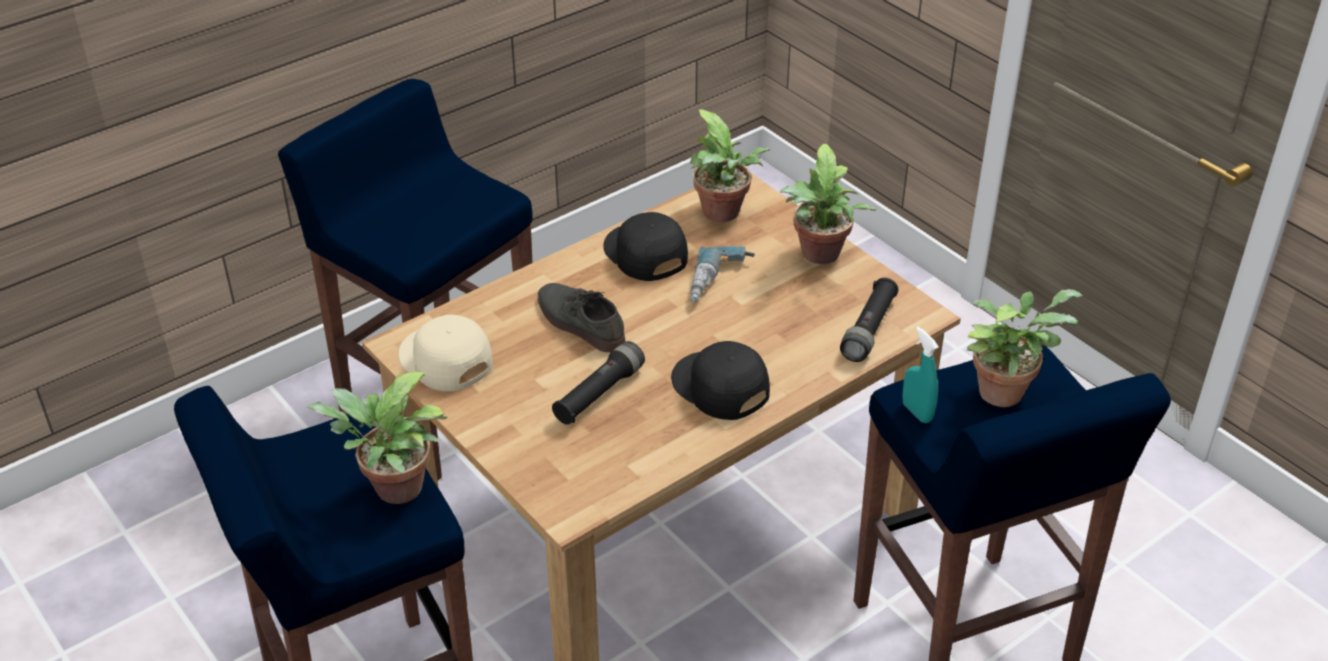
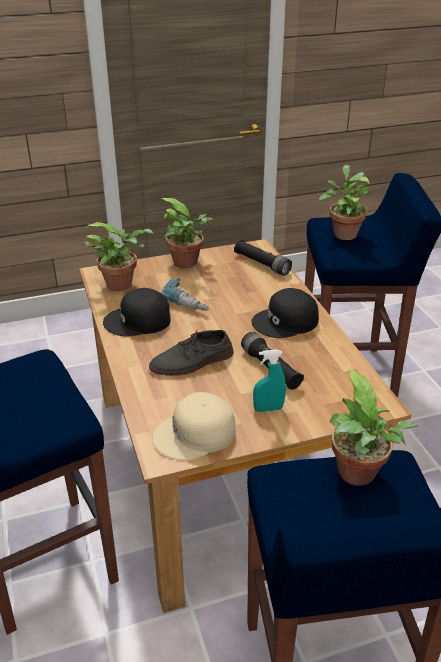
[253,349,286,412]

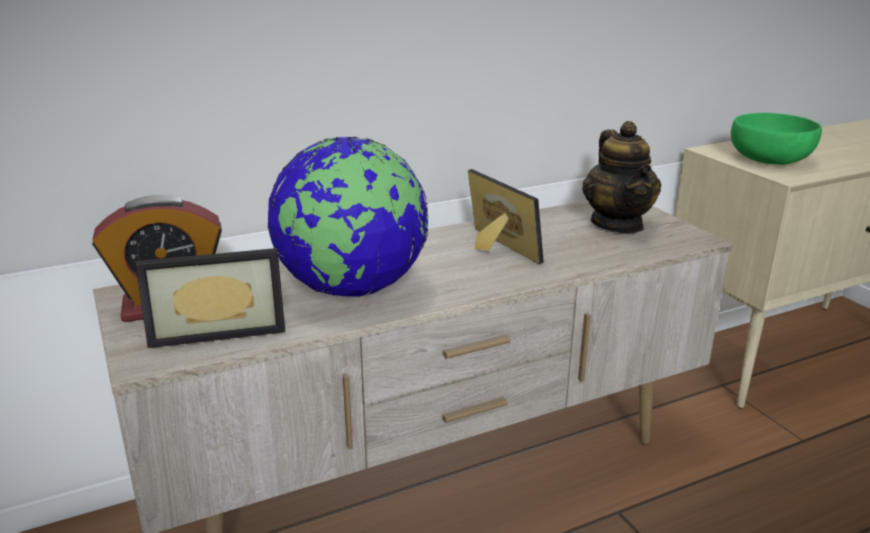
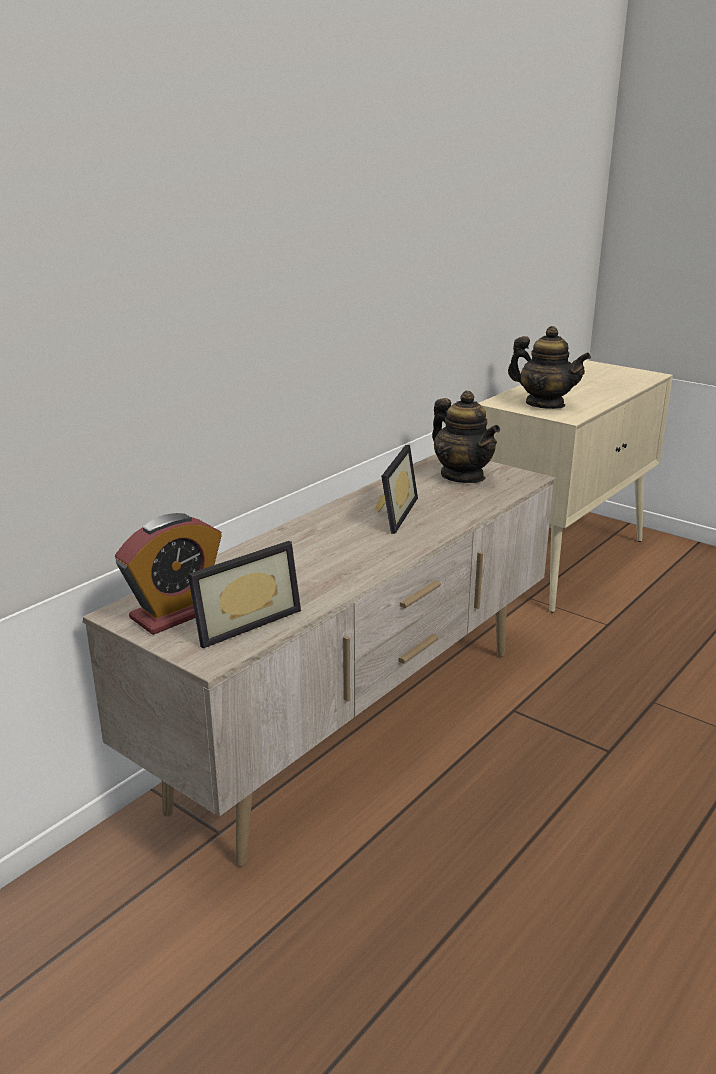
[268,137,428,297] (first image)
[508,326,591,409]
[375,445,418,534]

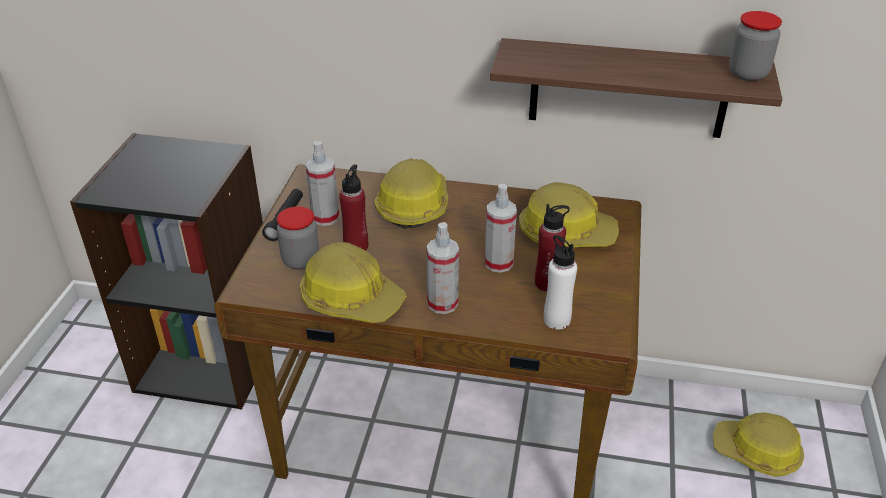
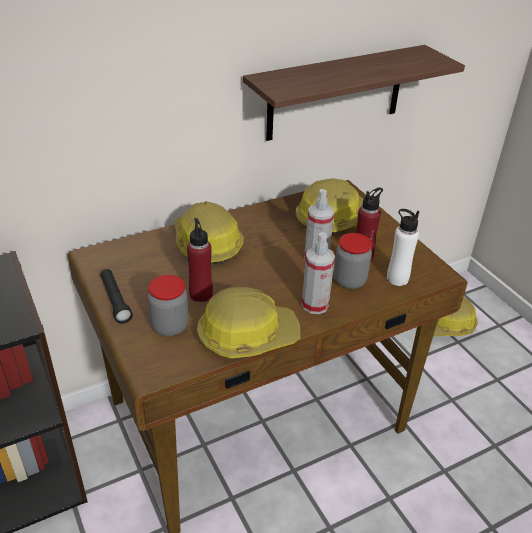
[306,141,339,226] (first image)
[334,233,372,289]

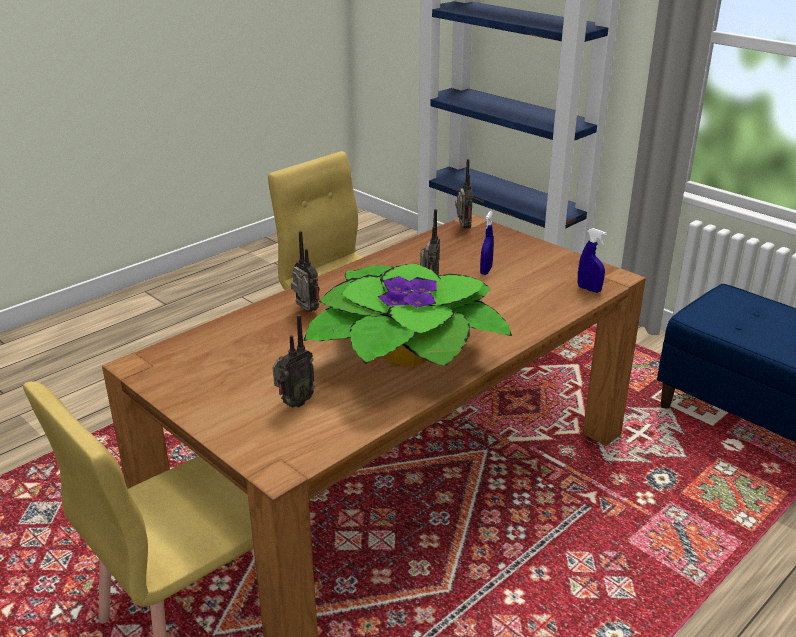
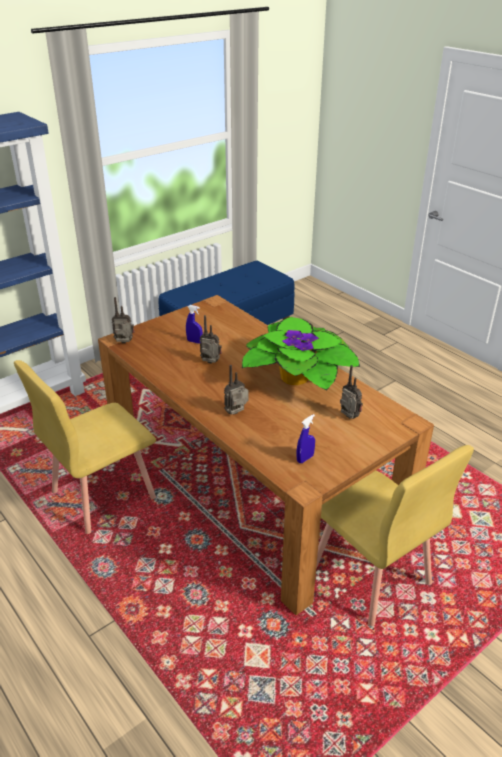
[297,414,315,463]

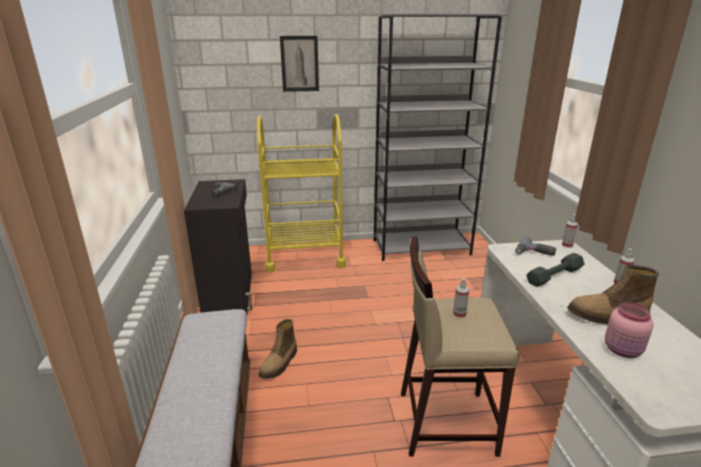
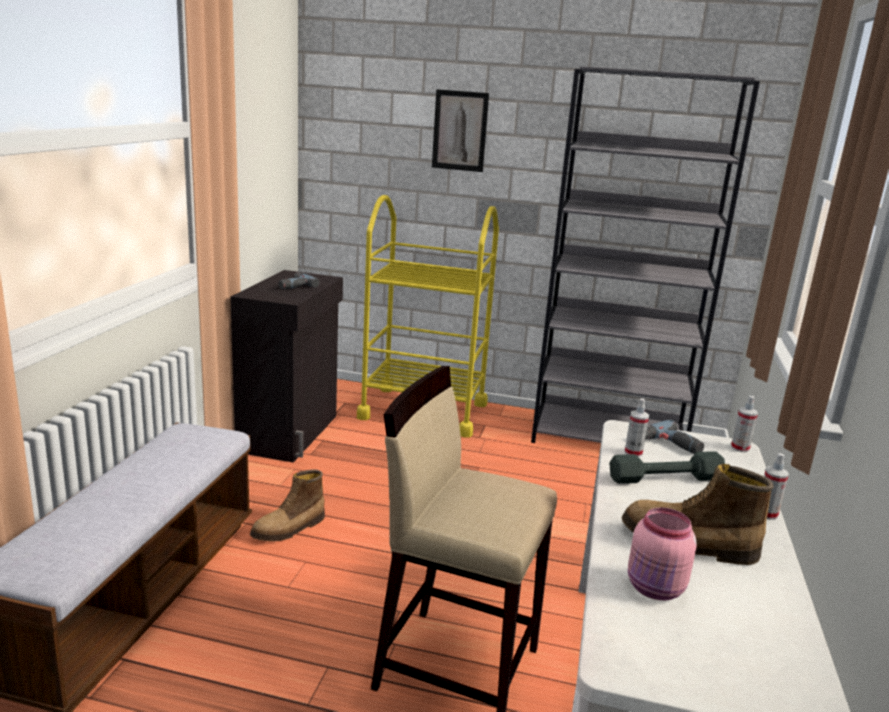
[624,398,649,457]

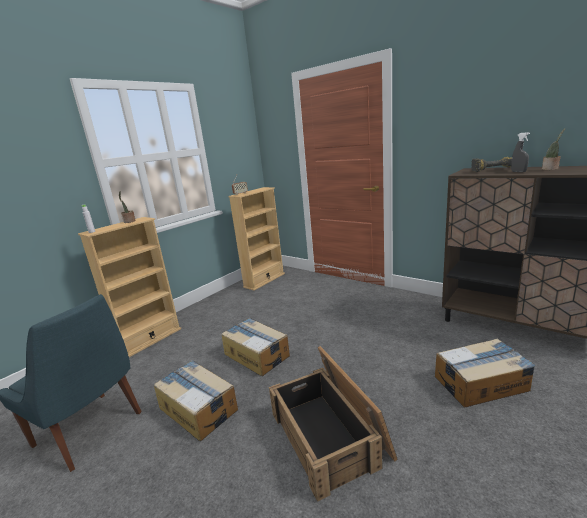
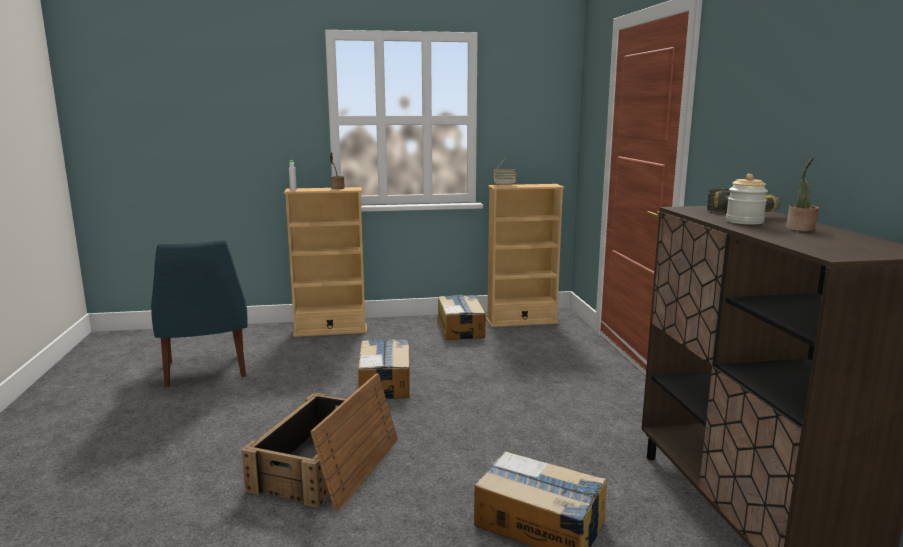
[438,295,486,340]
[726,174,768,225]

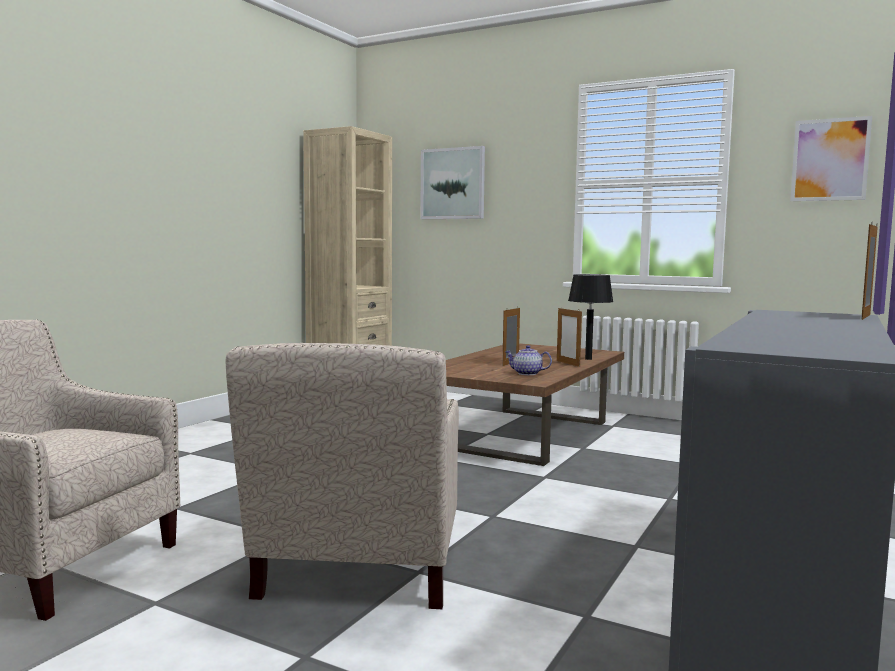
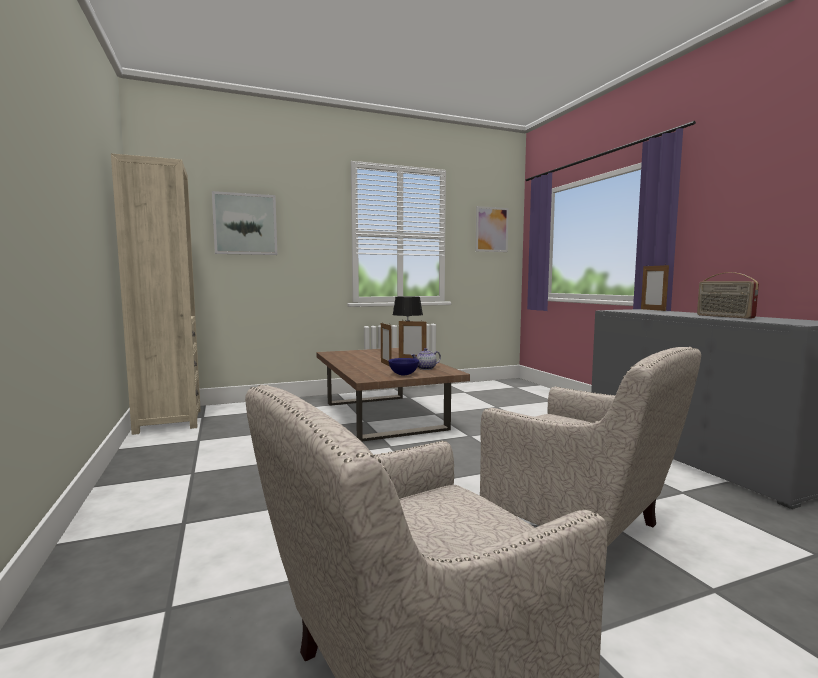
[389,358,419,375]
[697,272,759,319]

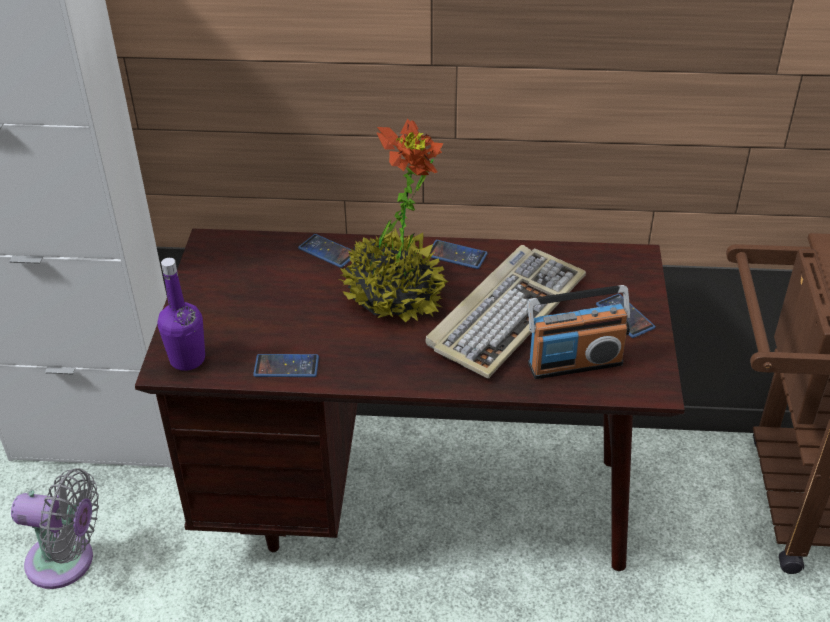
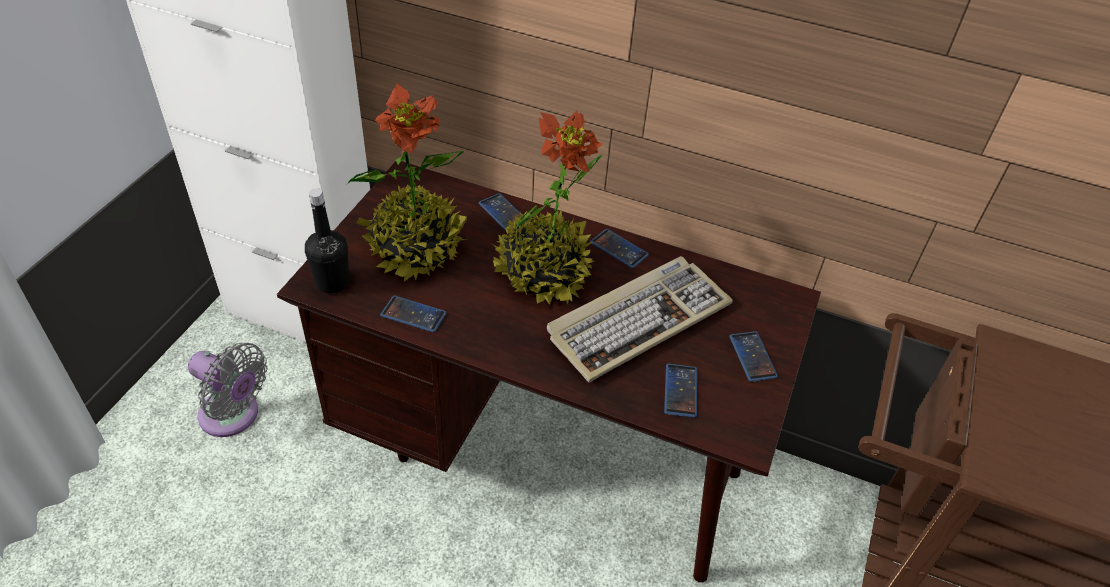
[347,83,468,282]
[664,364,697,418]
[305,188,349,293]

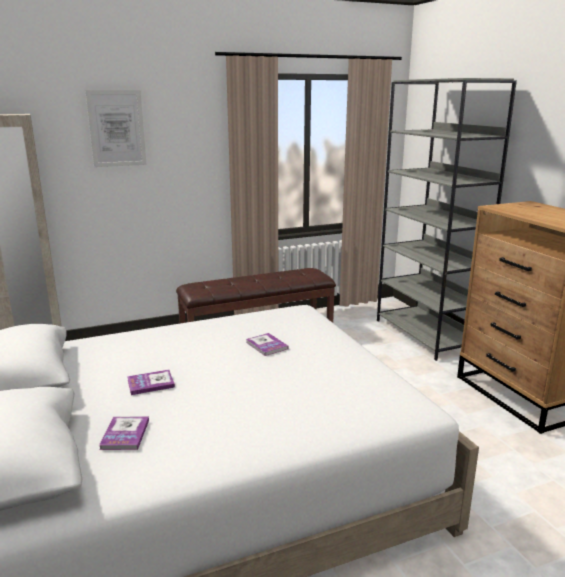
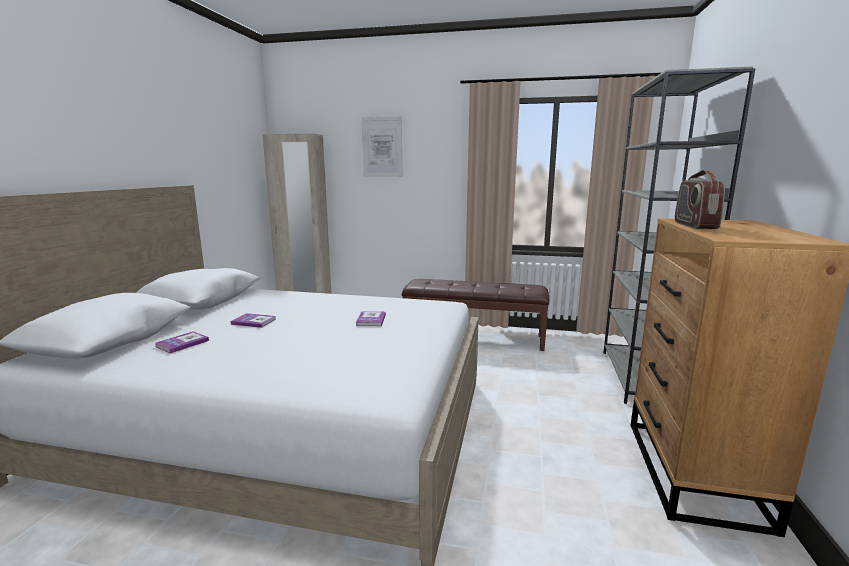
[675,170,725,229]

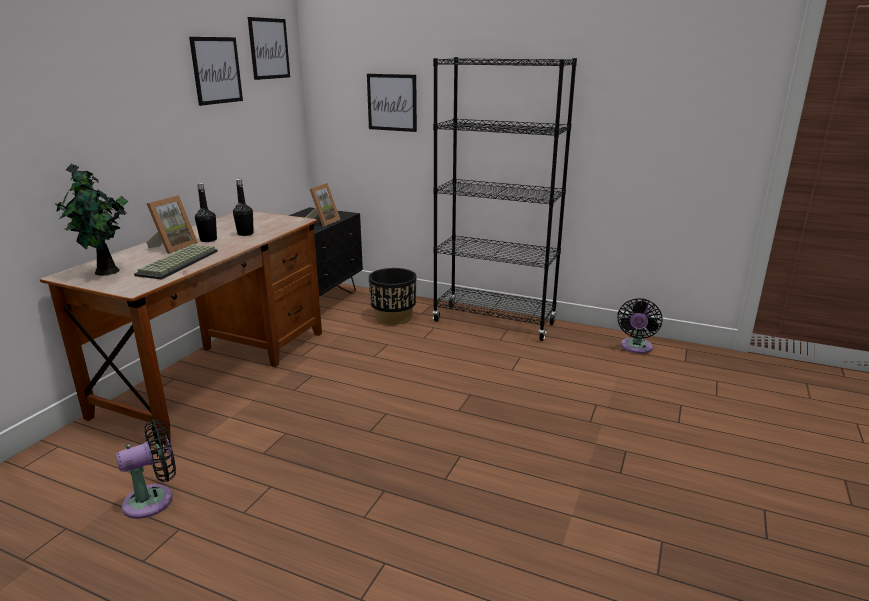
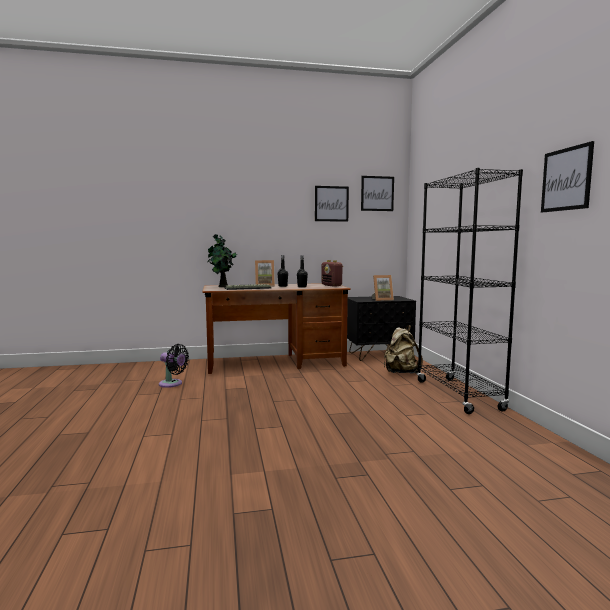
[617,298,663,353] (first image)
[321,260,344,287]
[541,141,594,212]
[384,325,423,374]

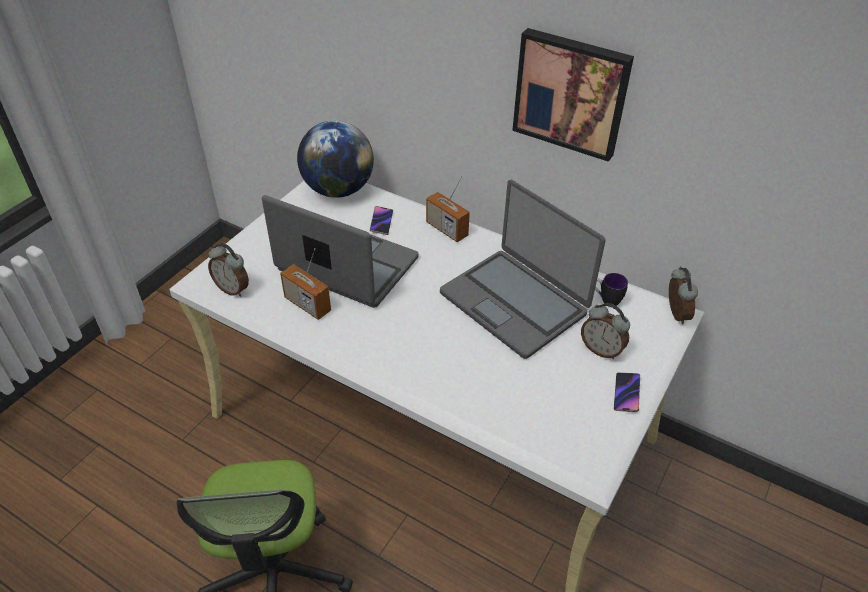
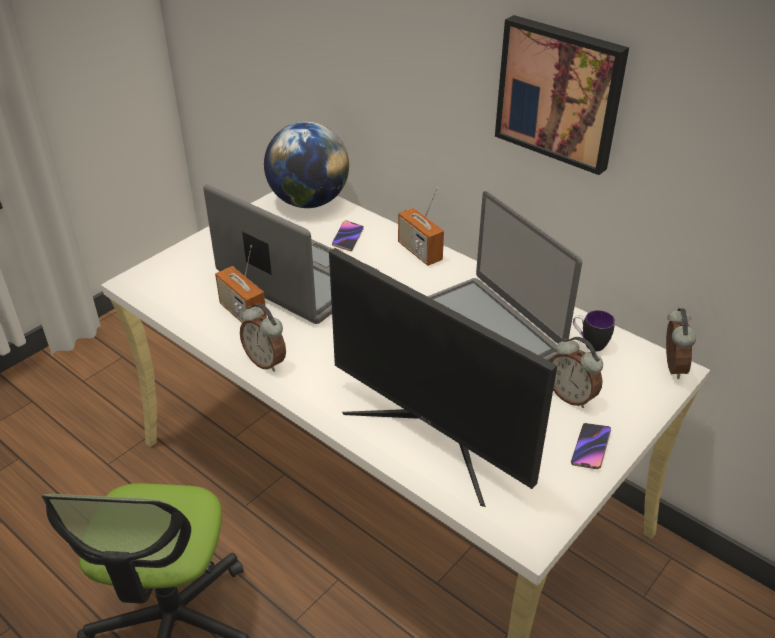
[329,248,557,507]
[240,303,286,372]

